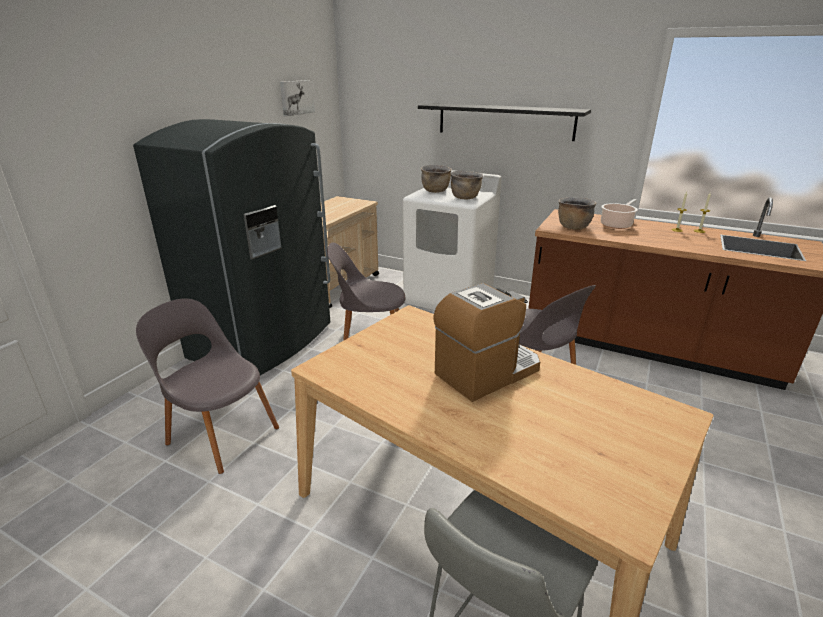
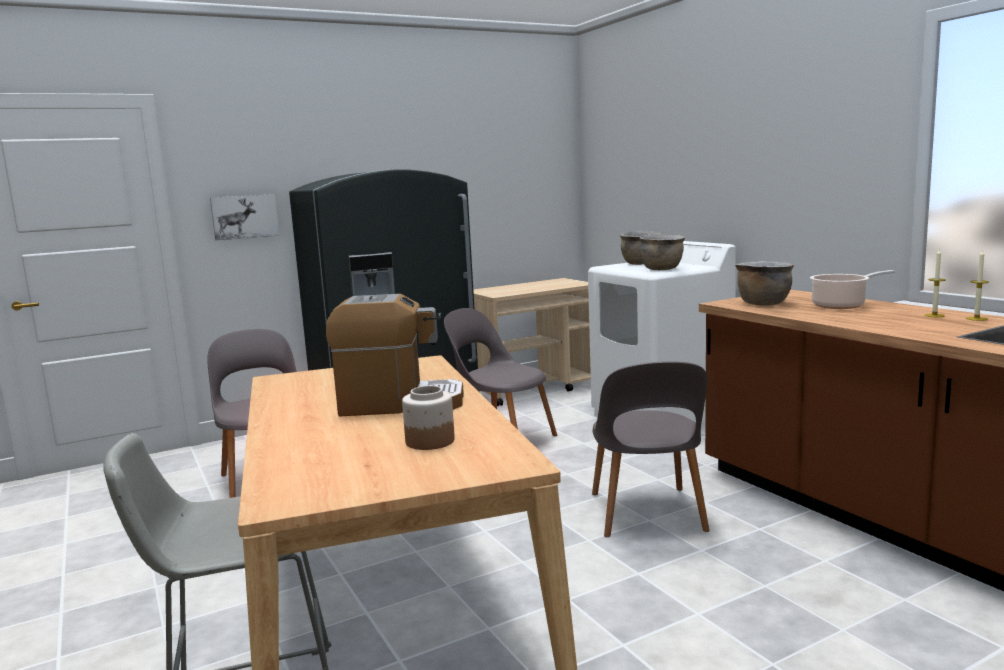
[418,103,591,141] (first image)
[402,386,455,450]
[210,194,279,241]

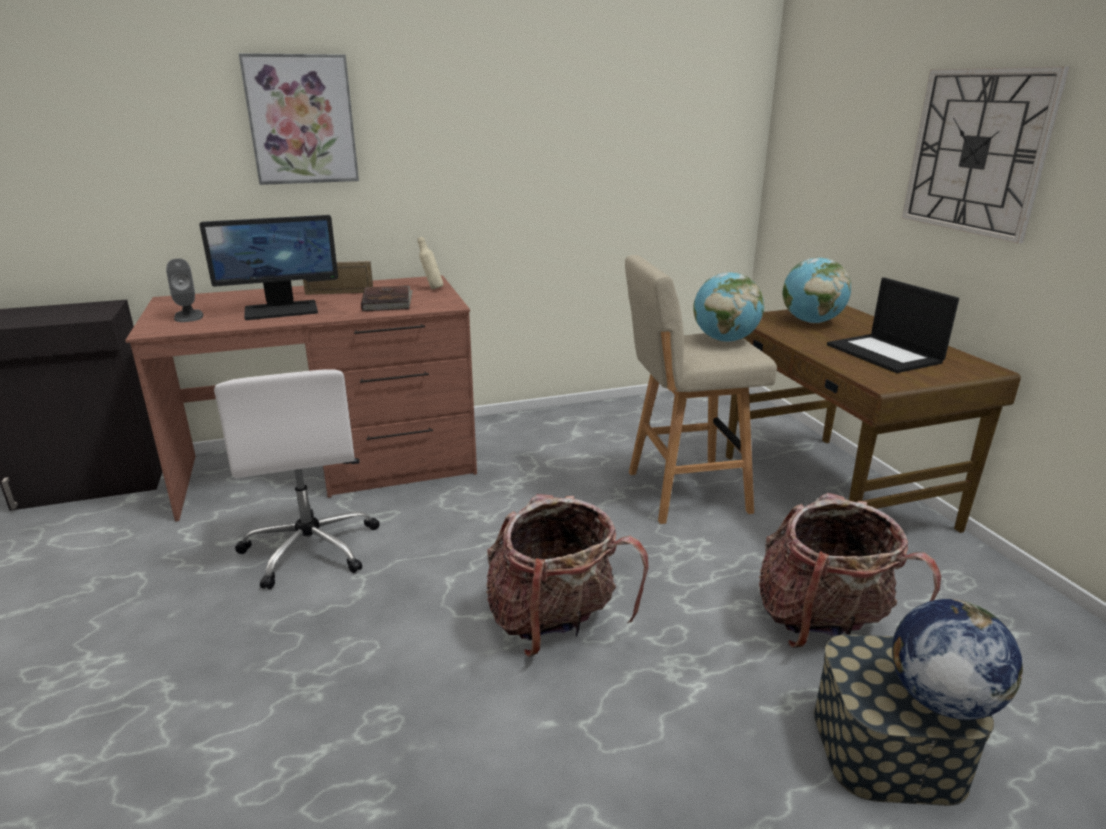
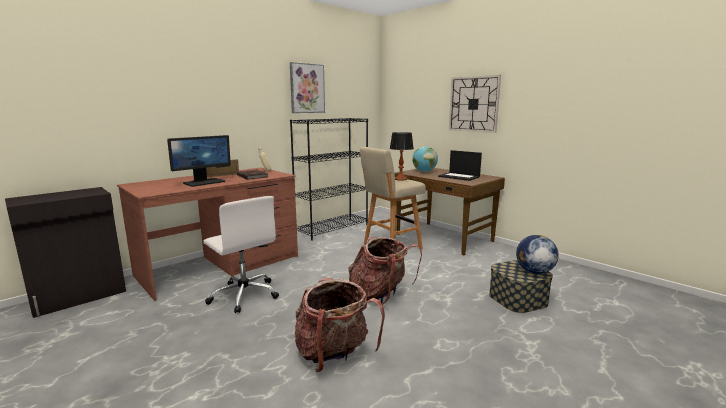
[166,258,203,322] (first image)
[290,118,368,241]
[290,62,325,113]
[295,278,385,372]
[390,132,414,181]

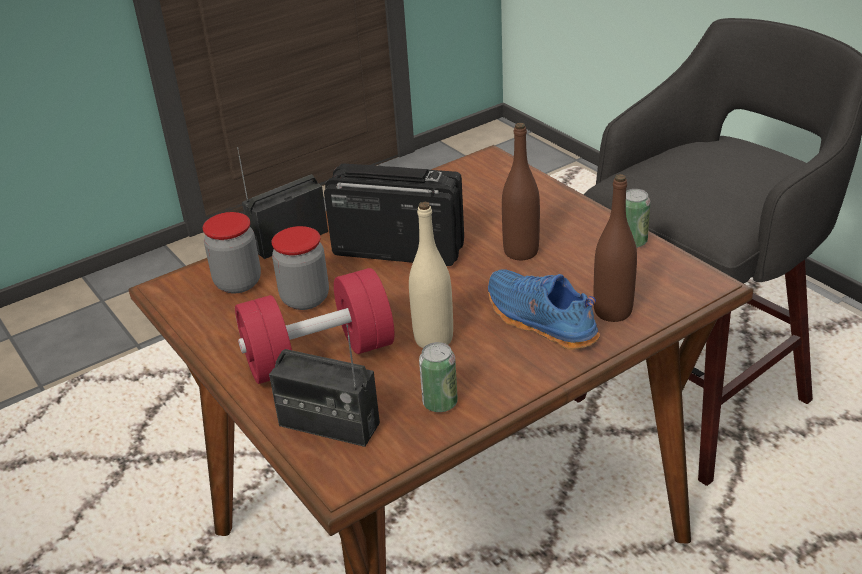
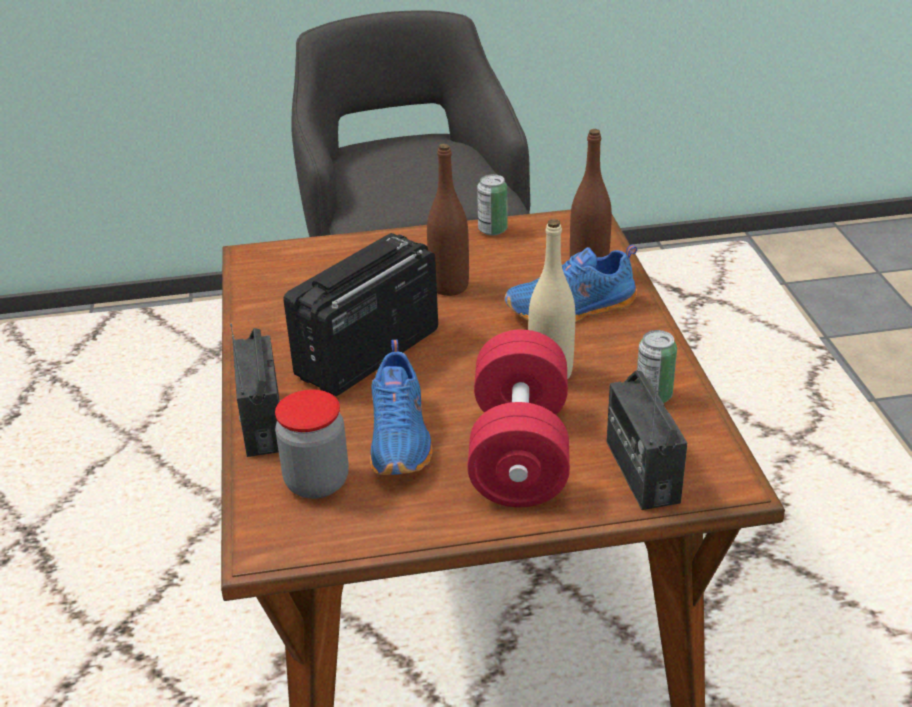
[370,340,432,475]
[606,370,687,510]

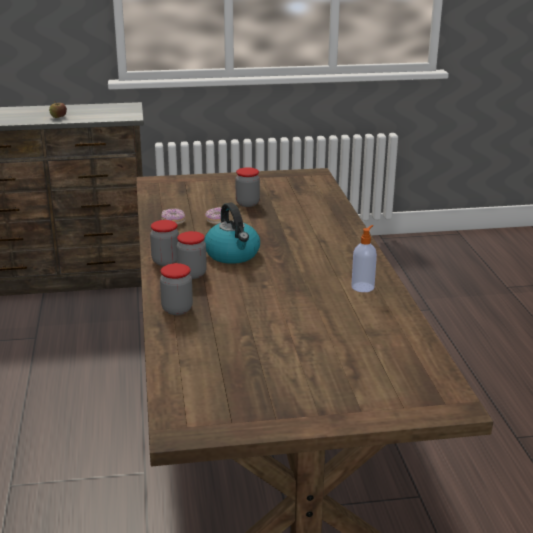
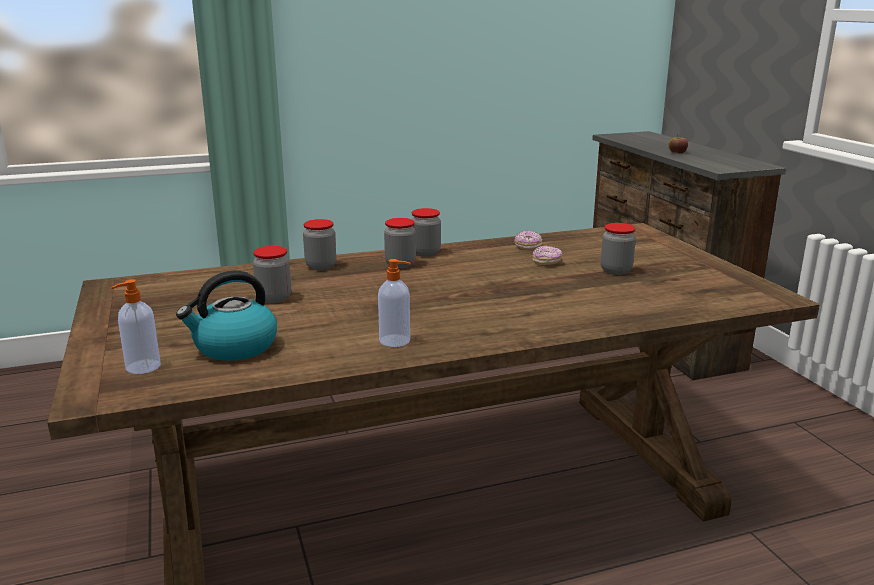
[111,279,161,374]
[253,246,291,303]
[176,271,277,361]

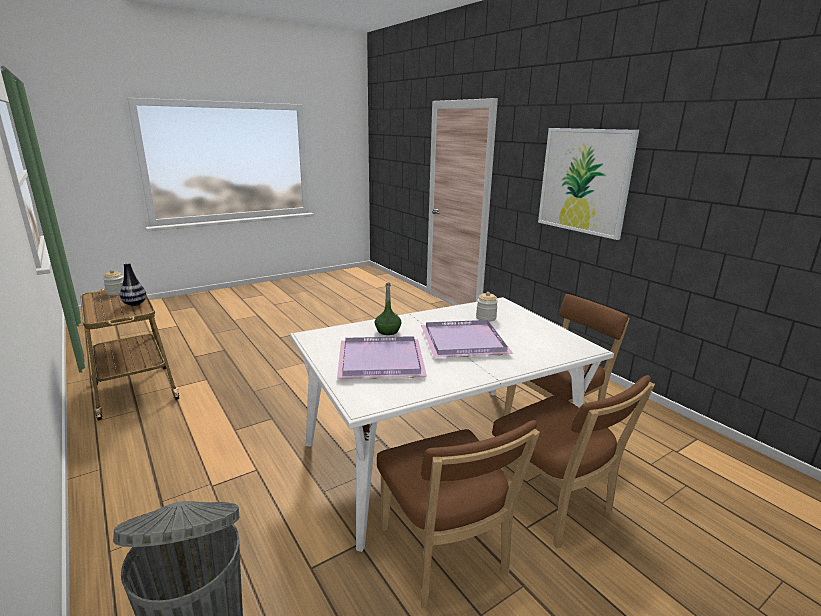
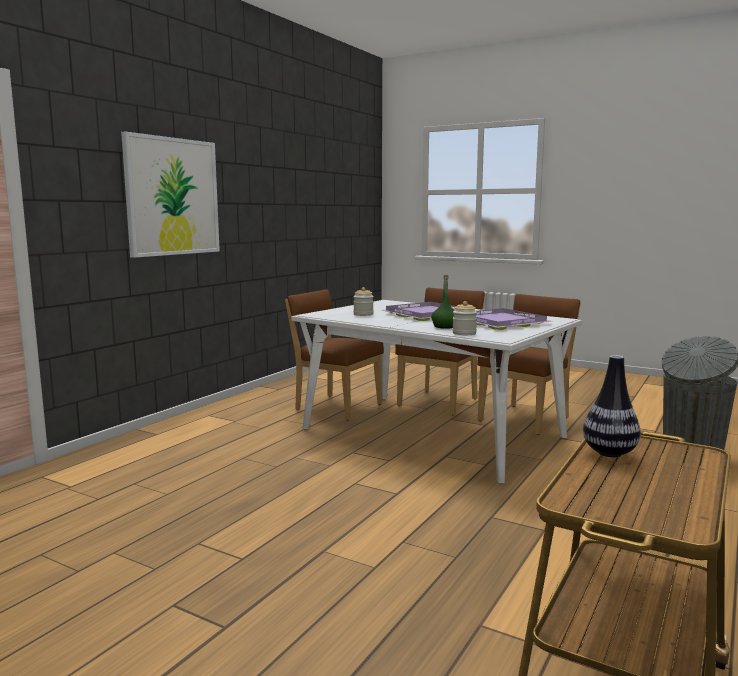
[452,301,477,335]

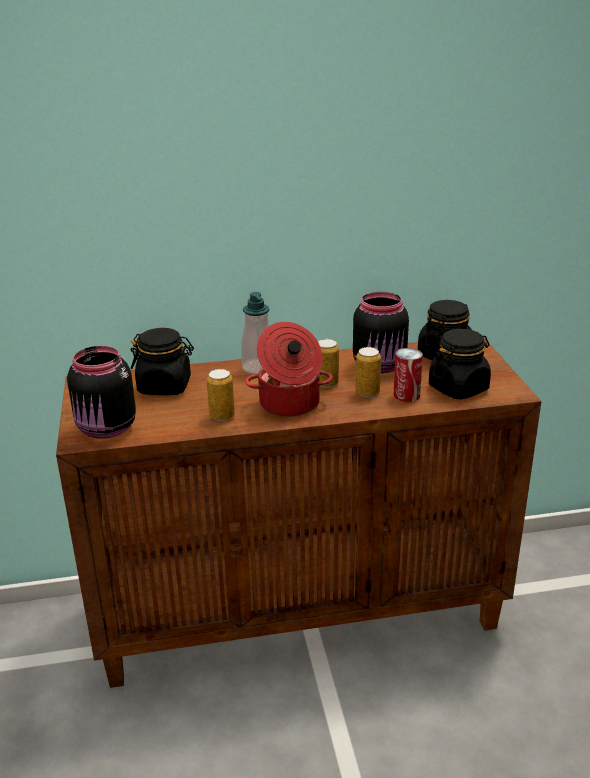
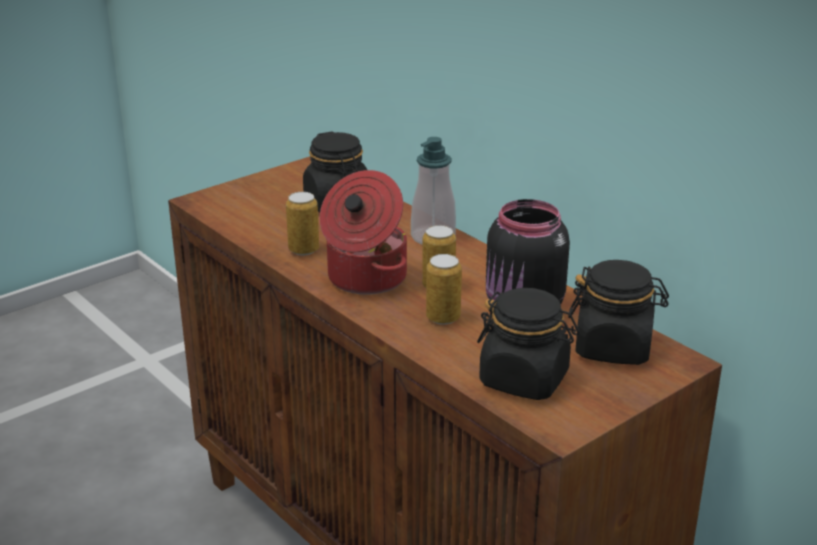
[67,346,136,439] (first image)
[394,348,423,402] (first image)

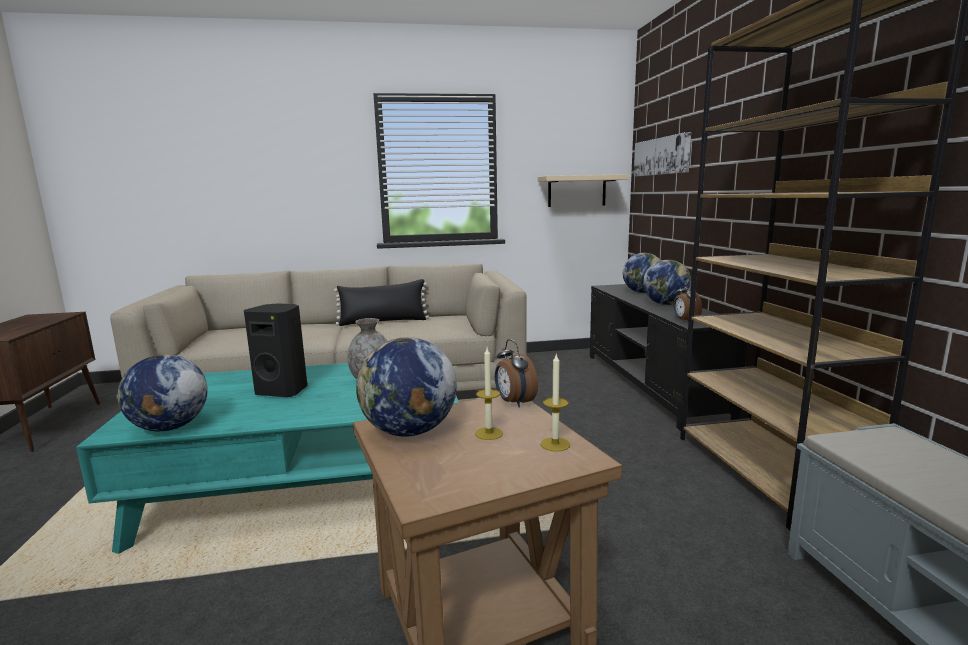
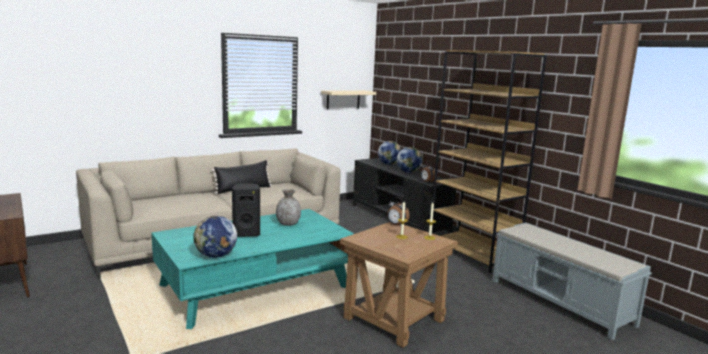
[356,337,457,437] (first image)
[634,132,691,176] (first image)

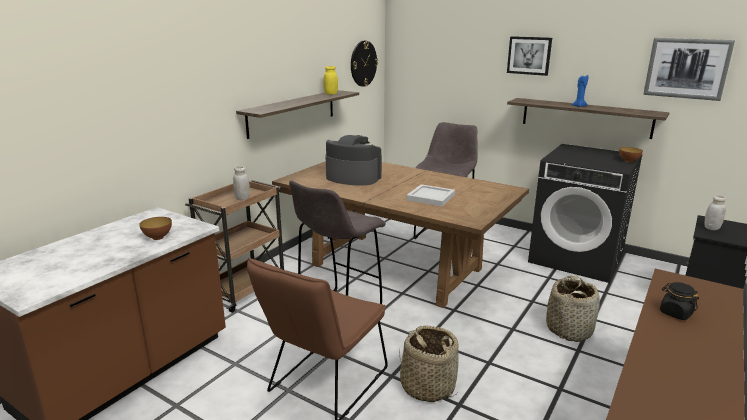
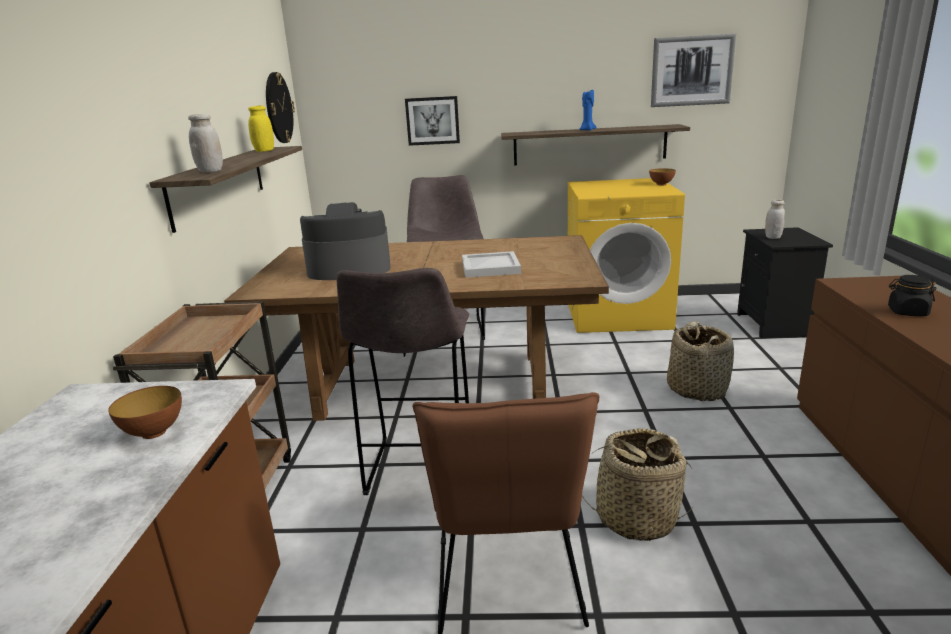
[188,114,223,172]
[405,96,460,146]
[568,178,685,333]

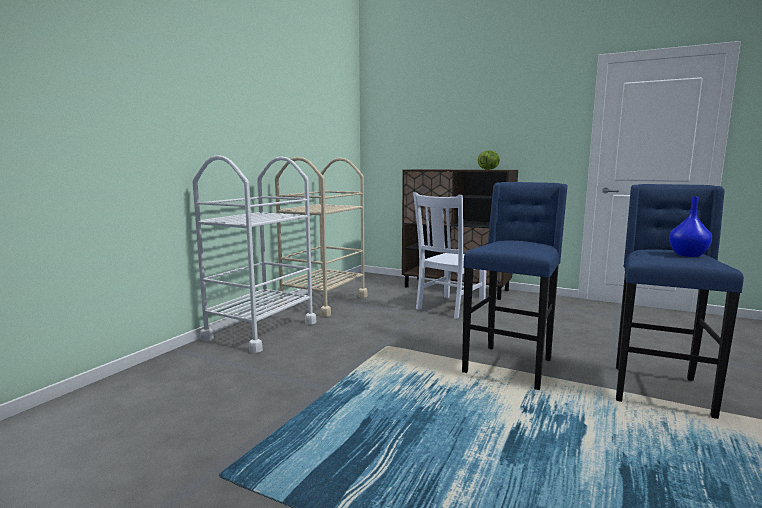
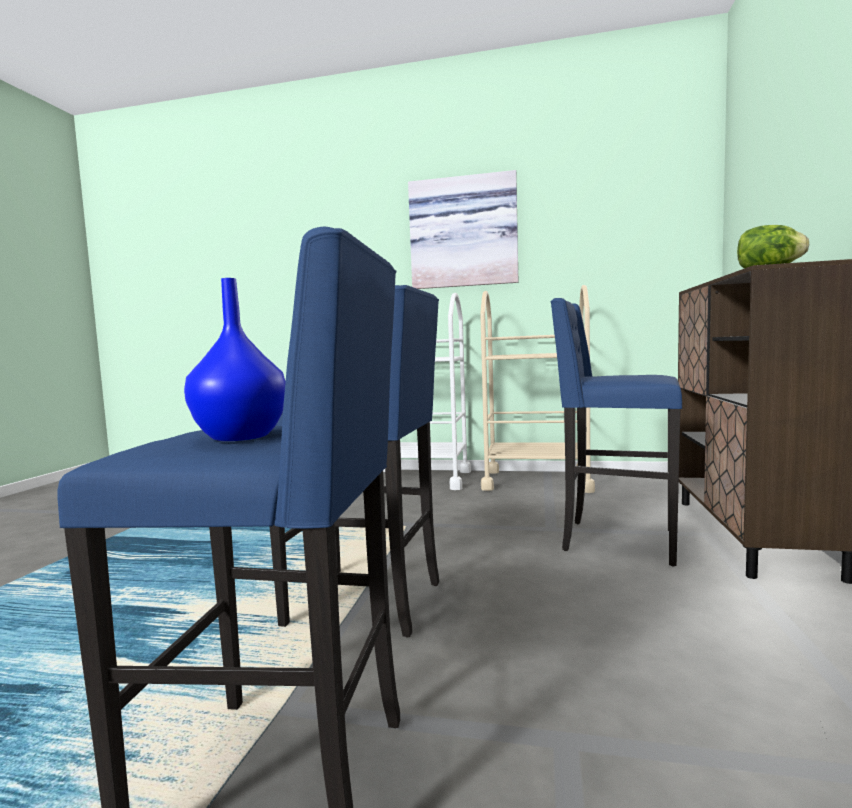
[408,170,518,289]
[550,298,682,566]

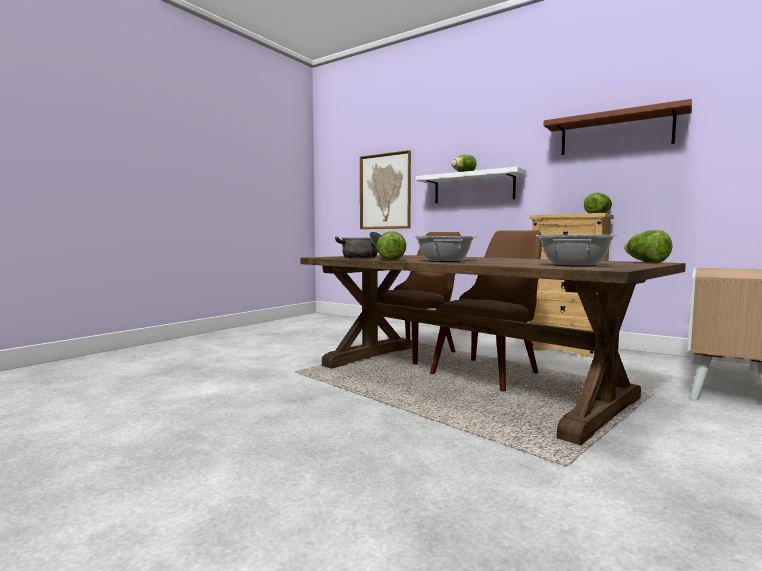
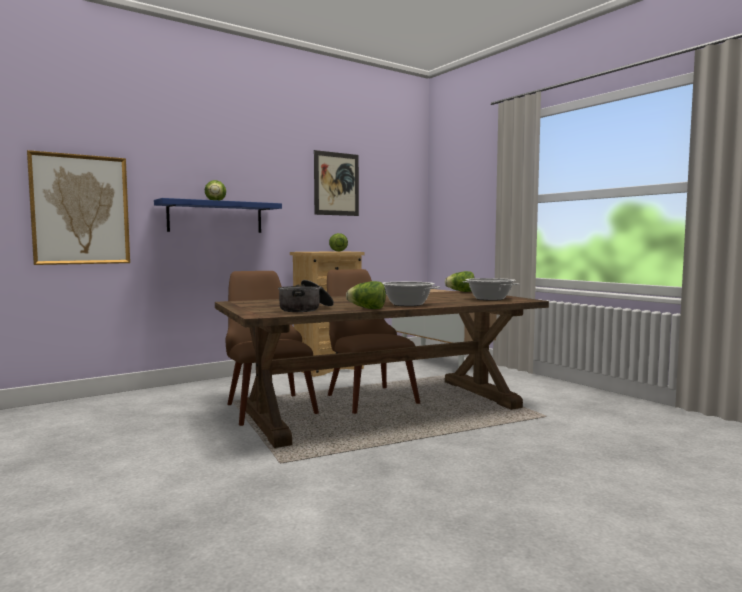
[314,150,359,216]
[154,198,282,233]

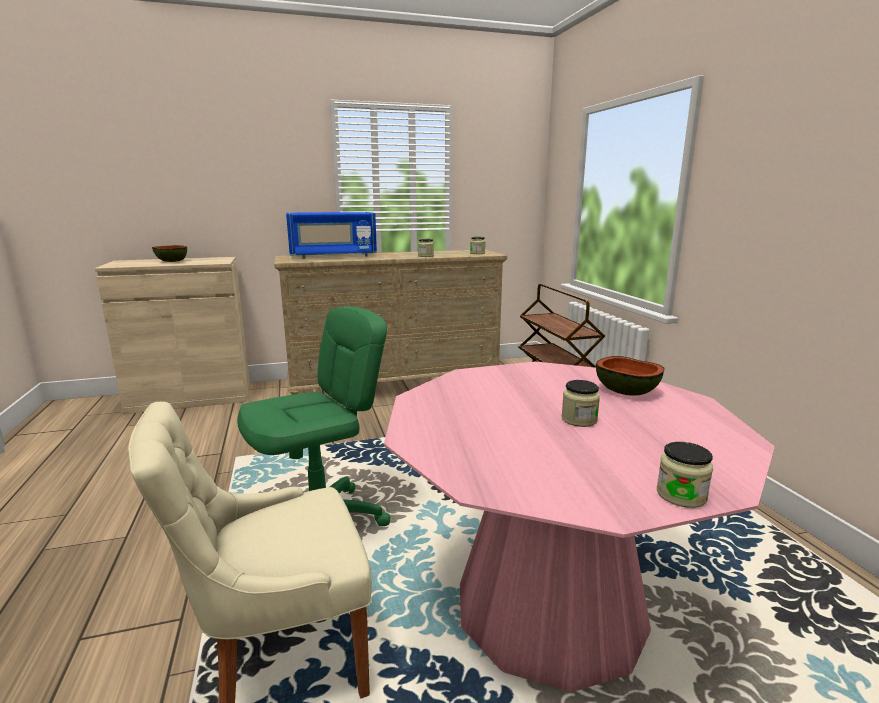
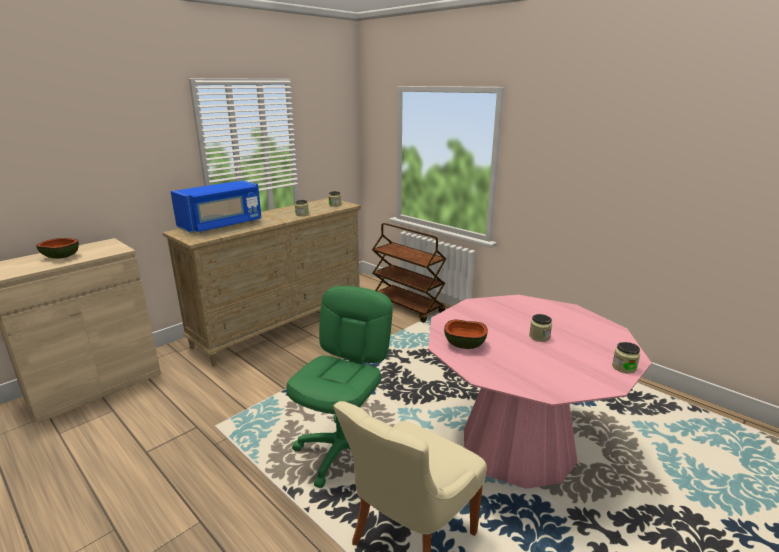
[444,320,488,349]

